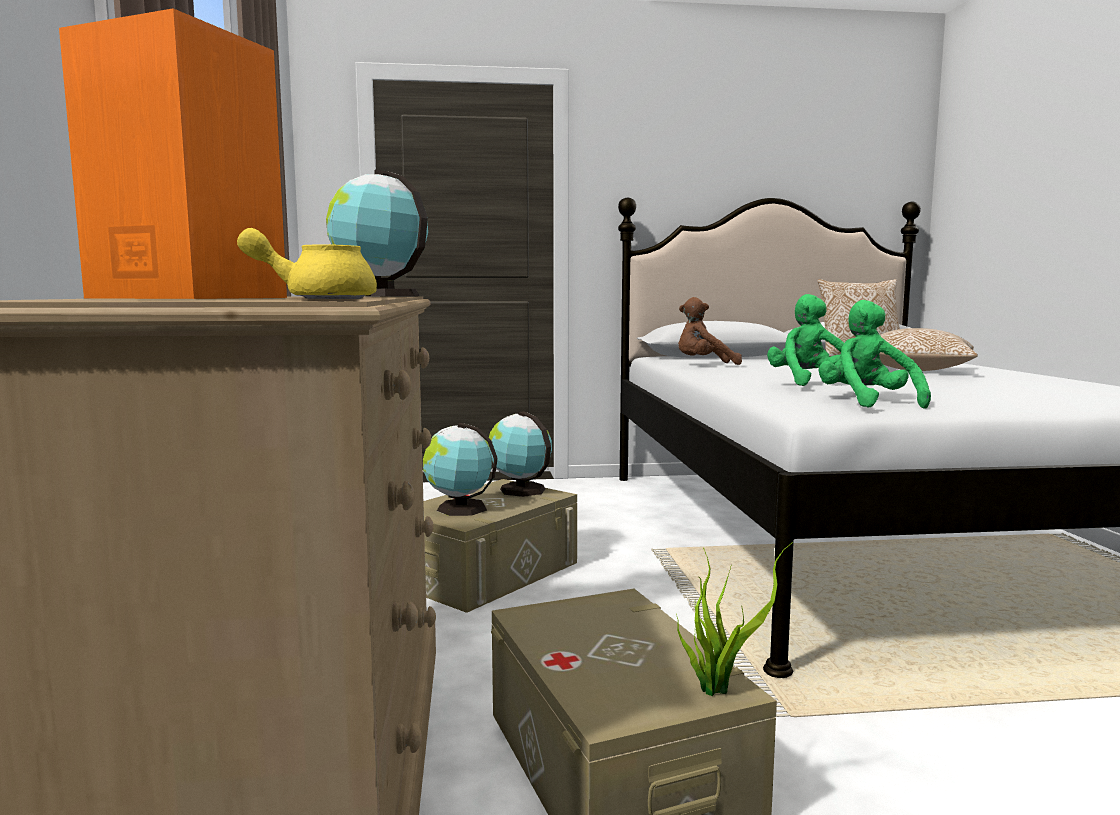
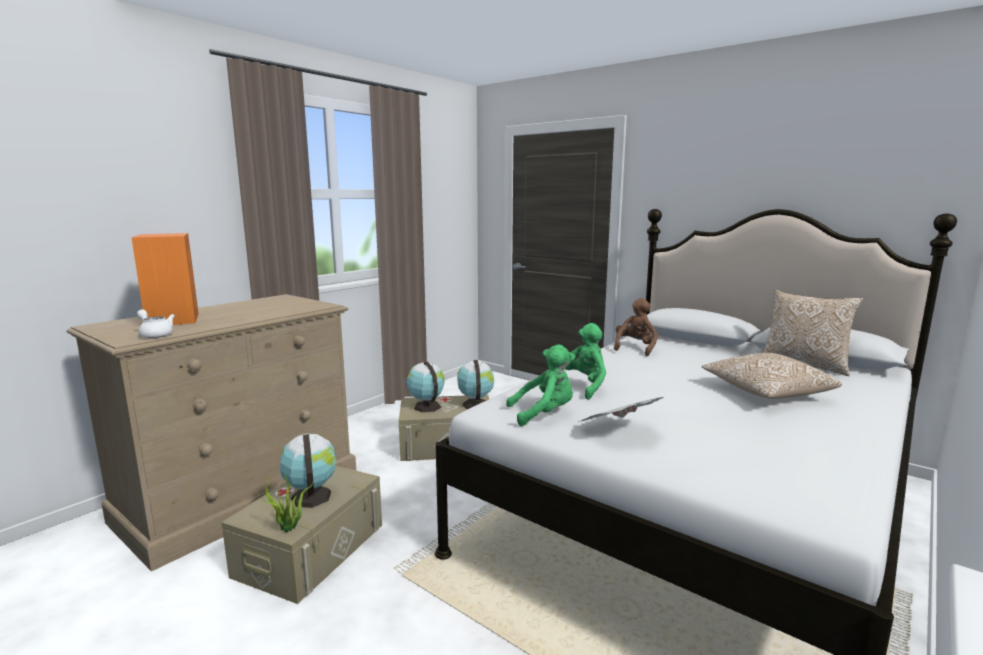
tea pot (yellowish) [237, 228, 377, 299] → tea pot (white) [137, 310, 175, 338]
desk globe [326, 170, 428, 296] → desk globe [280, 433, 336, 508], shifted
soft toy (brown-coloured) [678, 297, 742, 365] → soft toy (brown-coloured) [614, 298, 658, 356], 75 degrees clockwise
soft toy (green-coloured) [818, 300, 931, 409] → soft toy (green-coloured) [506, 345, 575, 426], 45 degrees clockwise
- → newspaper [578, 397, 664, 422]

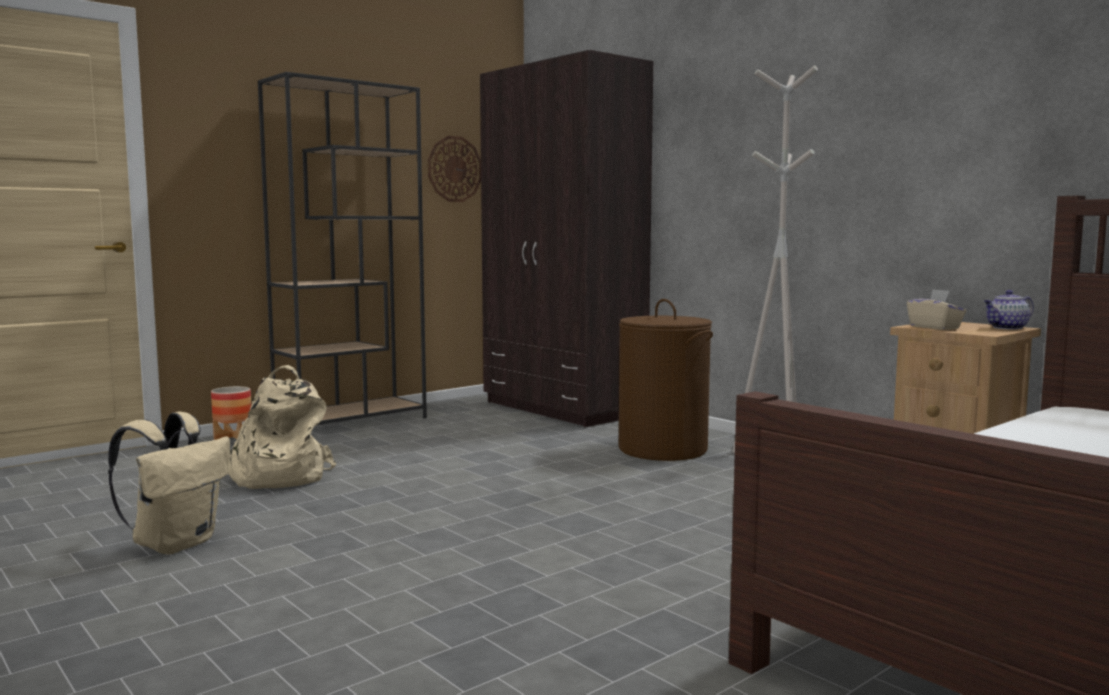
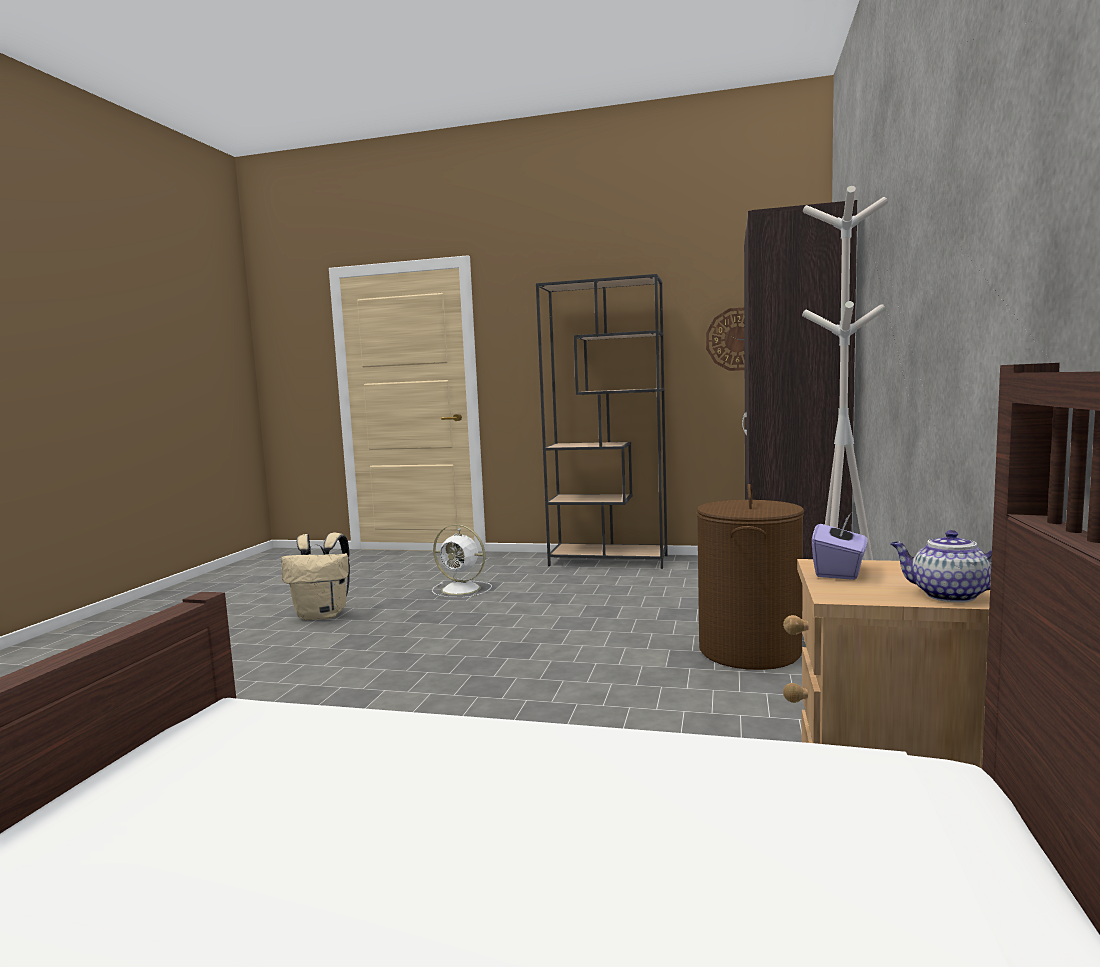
plant pot [211, 386, 251, 440] → -
backpack (beige) [227, 365, 336, 489] → electric fan (white) [432, 524, 492, 598]
tissue box (beige) [907, 289, 966, 330] → tissue box (purple) [812, 513, 867, 580]

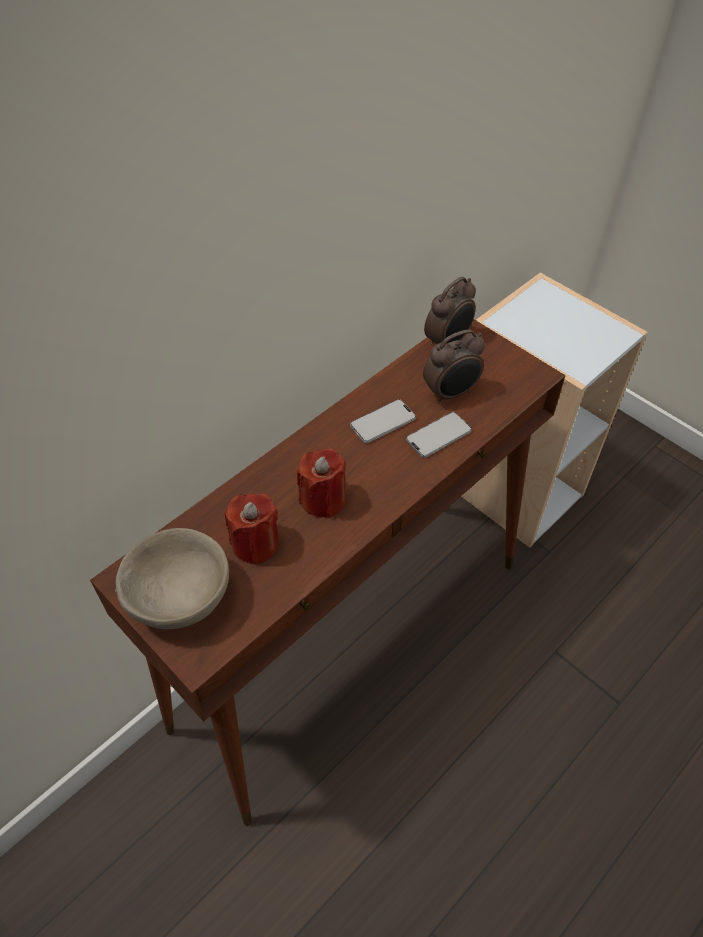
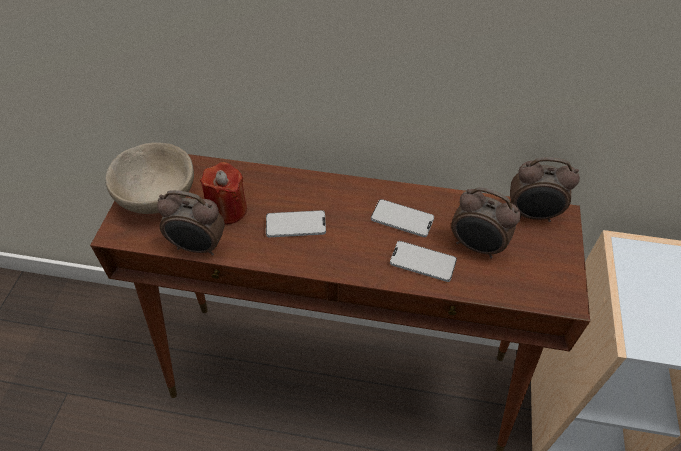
wax light (red-coloured) [297, 448, 346, 518] → telephone [266, 210, 326, 237]
- → alarm clock [157, 190, 225, 256]

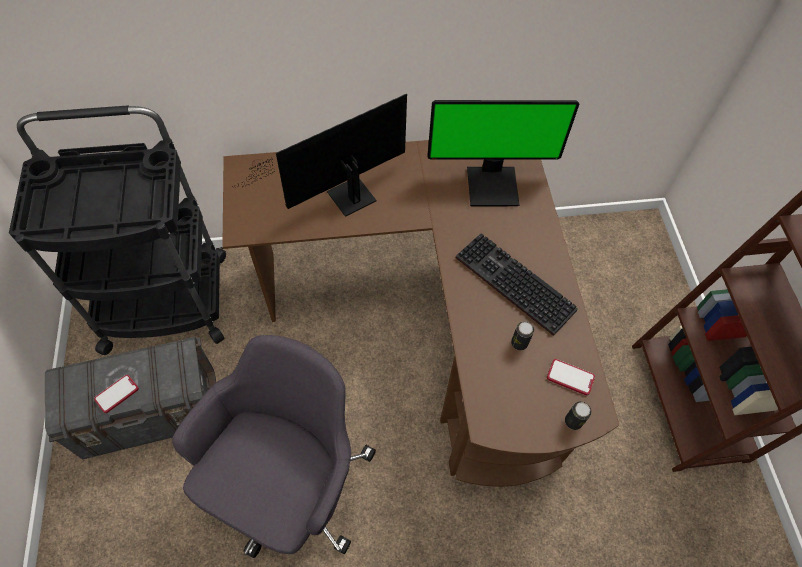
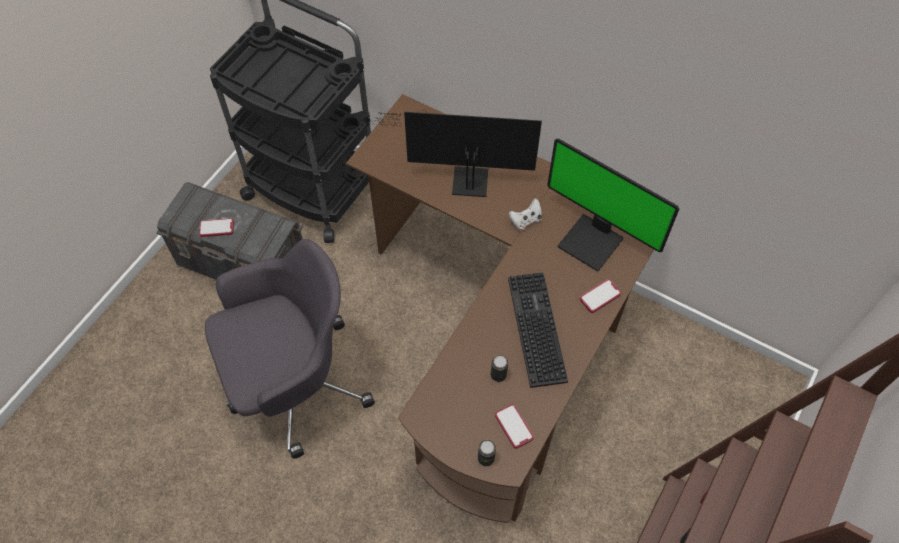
- → gamepad (white) [508, 198, 542, 231]
- → telephone [580, 279, 621, 313]

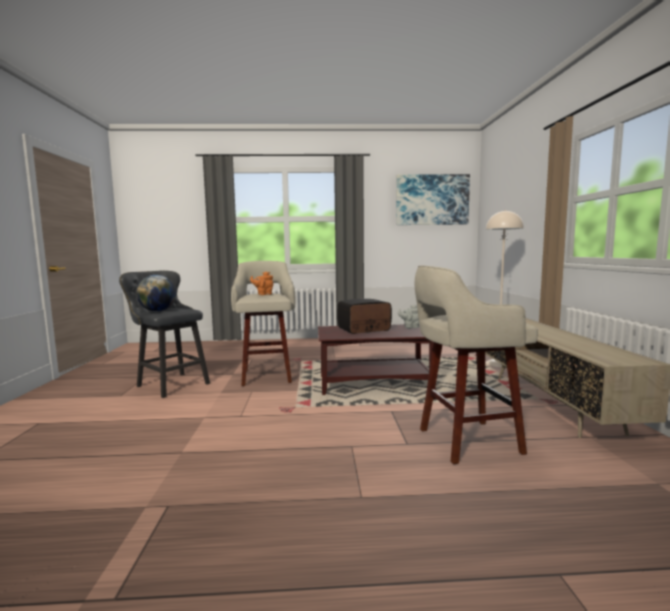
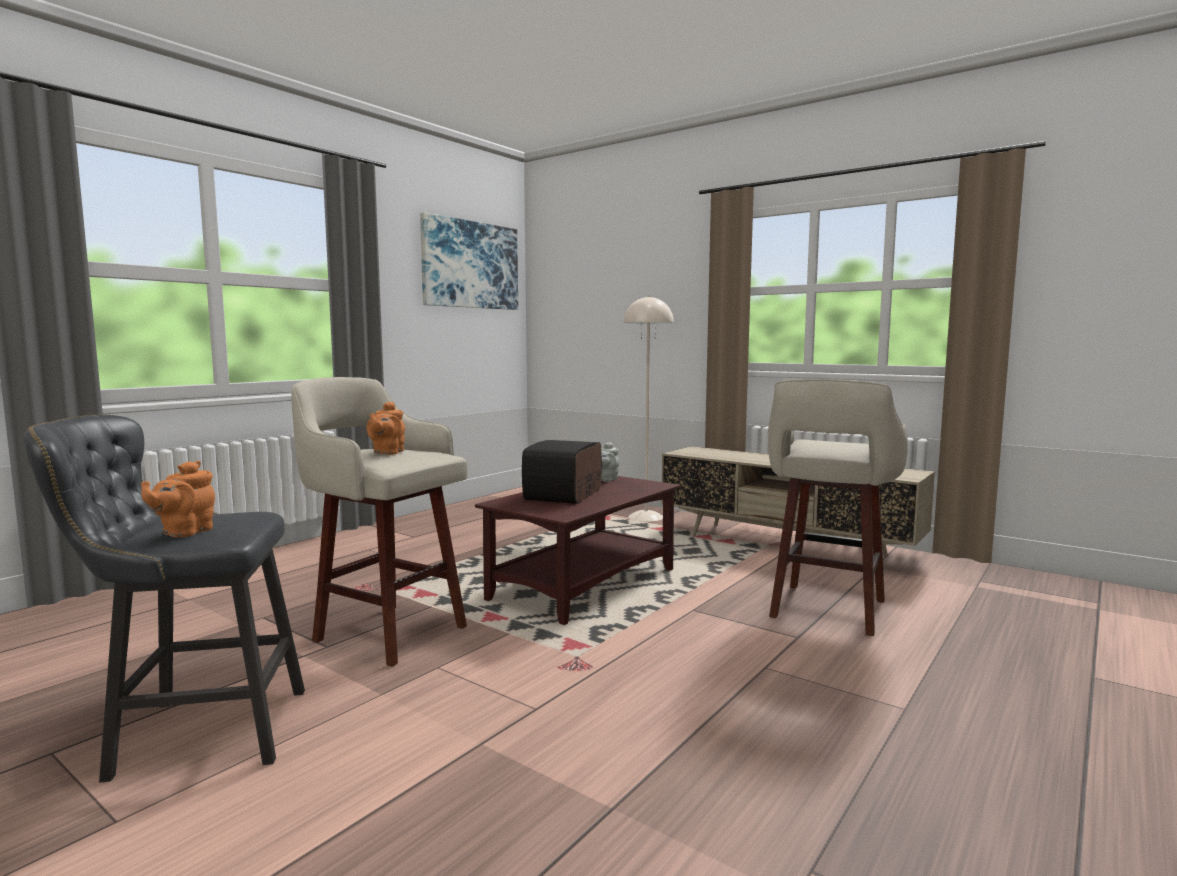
desk globe [136, 275, 176, 312] → tea pot (orange) [141, 461, 215, 538]

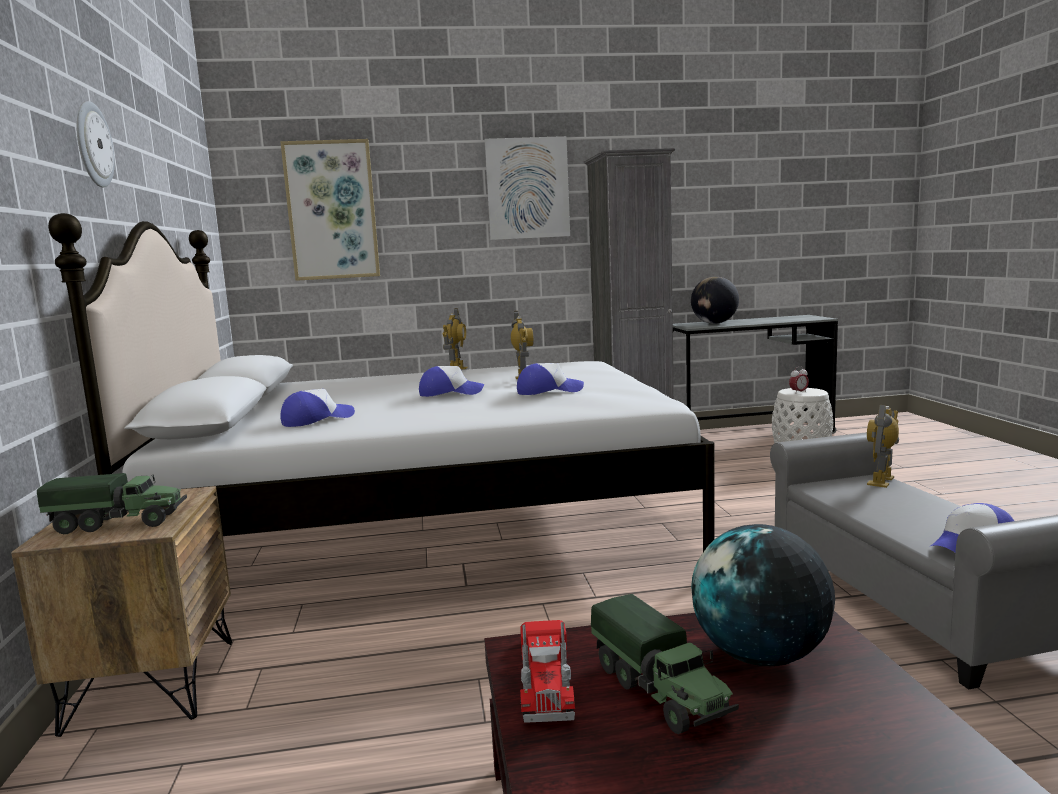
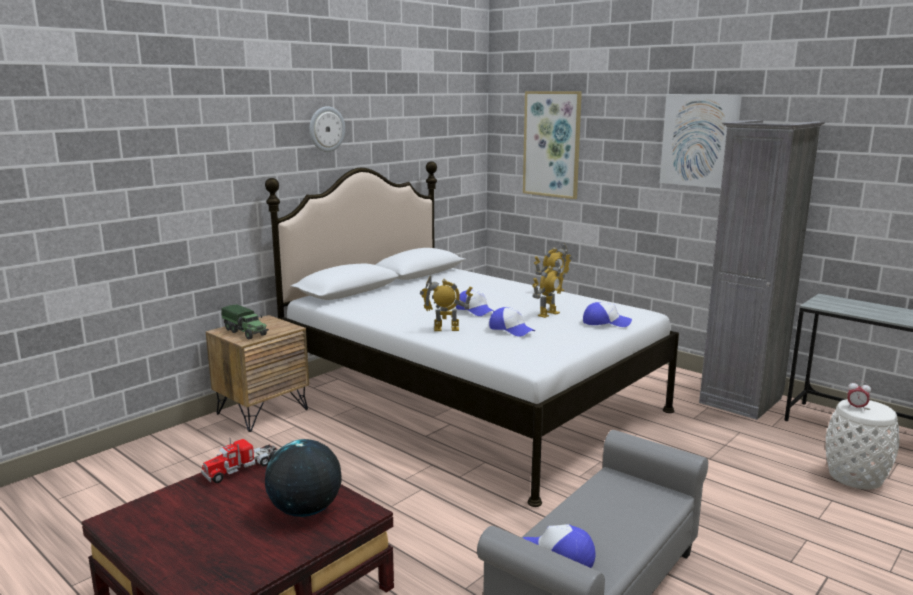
peaked cap [280, 389, 355, 427] → peaked cap [583, 302, 632, 327], shifted
toy lorry [591, 594, 739, 734] → -
desk globe [691, 276, 739, 324] → -
robot figure [867, 405, 899, 488] → robot figure [420, 276, 473, 331], shifted

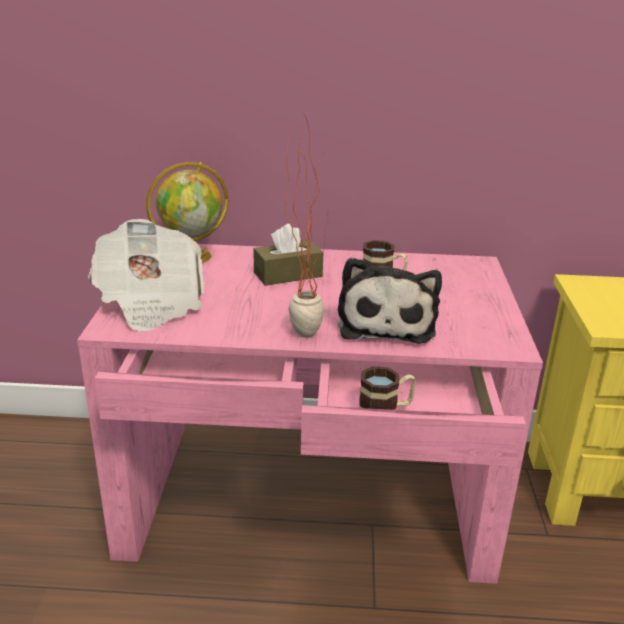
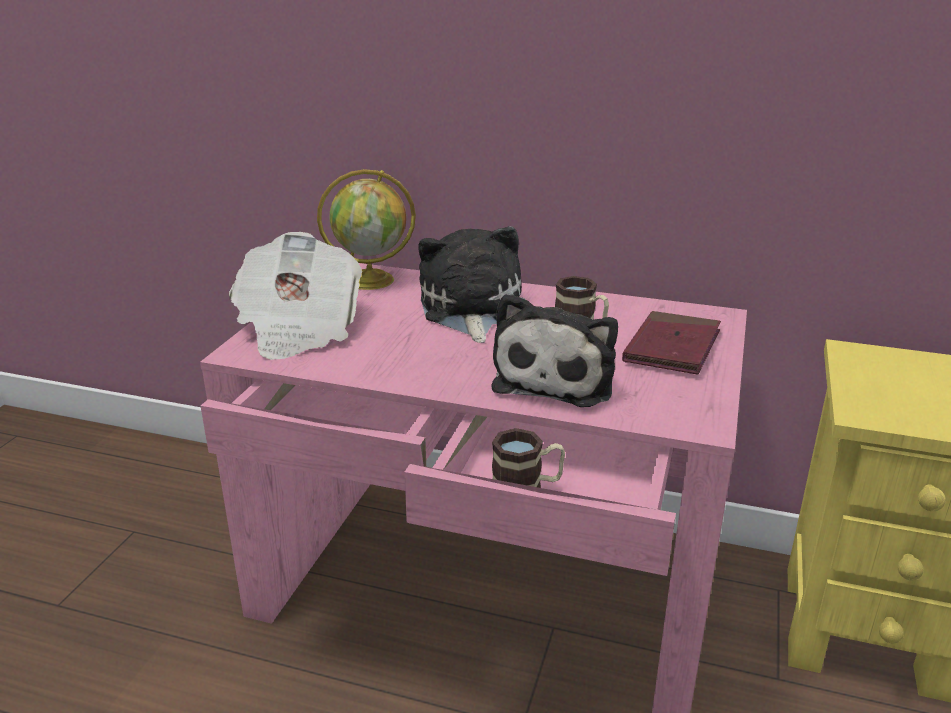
tissue box (brown-coloured) [253, 224, 323, 286] → soft toy [418, 226, 522, 343]
houseplant [285, 111, 328, 338] → -
- → book (red-coloured) [622, 311, 721, 375]

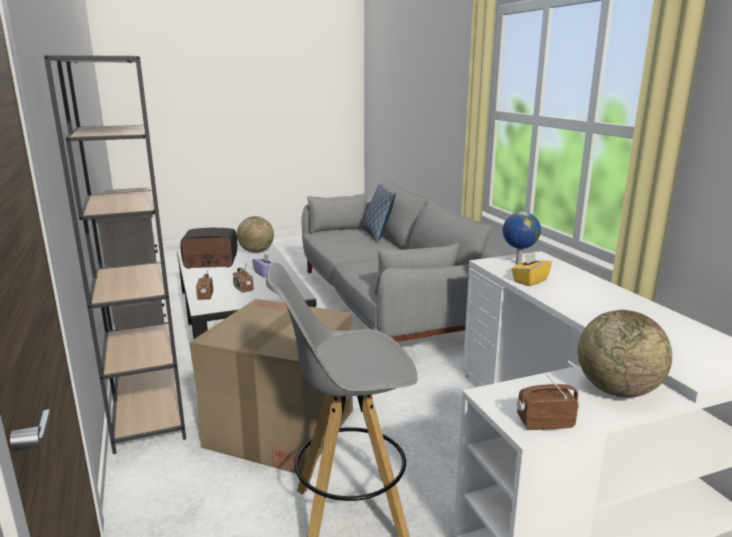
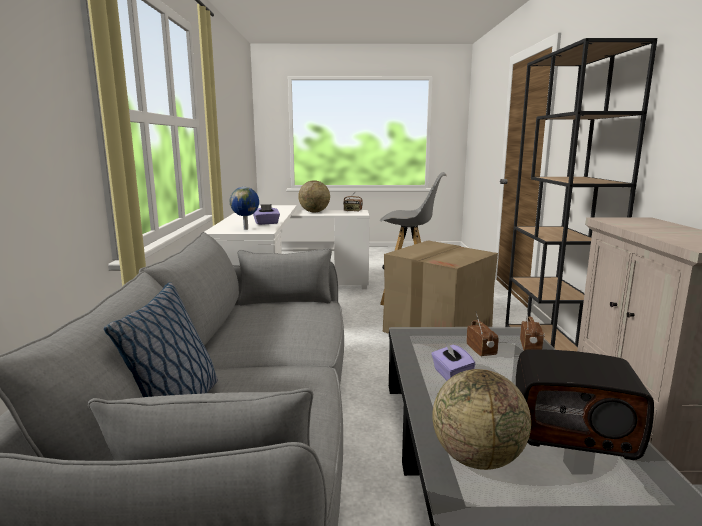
tissue box (yellowish) [512, 251, 552, 286] → tissue box (purple) [253, 204, 280, 225]

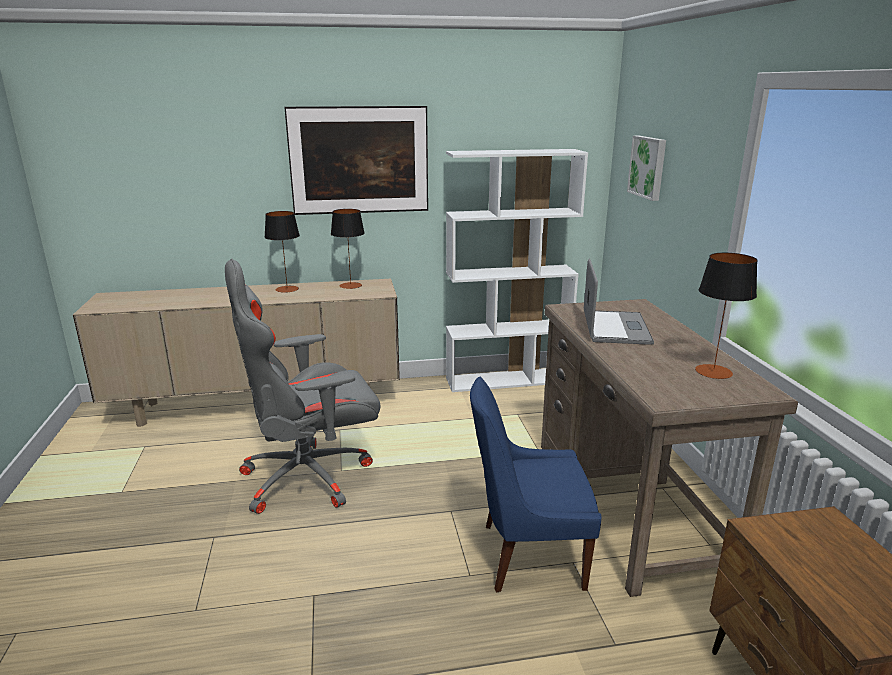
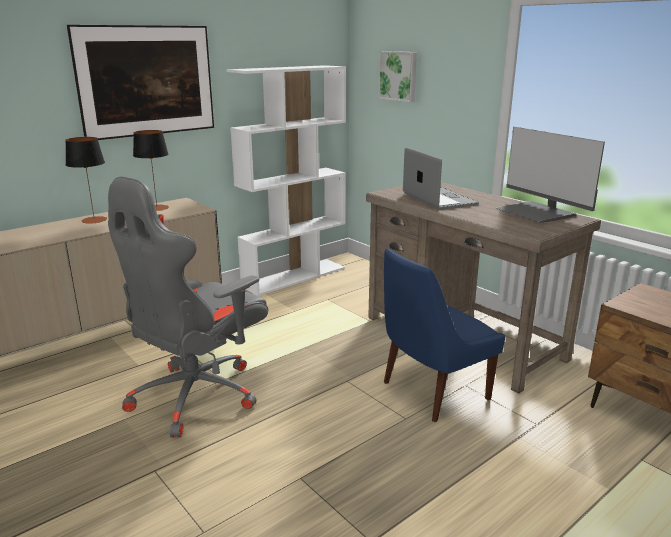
lamp for a table [695, 253, 757, 379] → monitor [495, 127, 605, 223]

